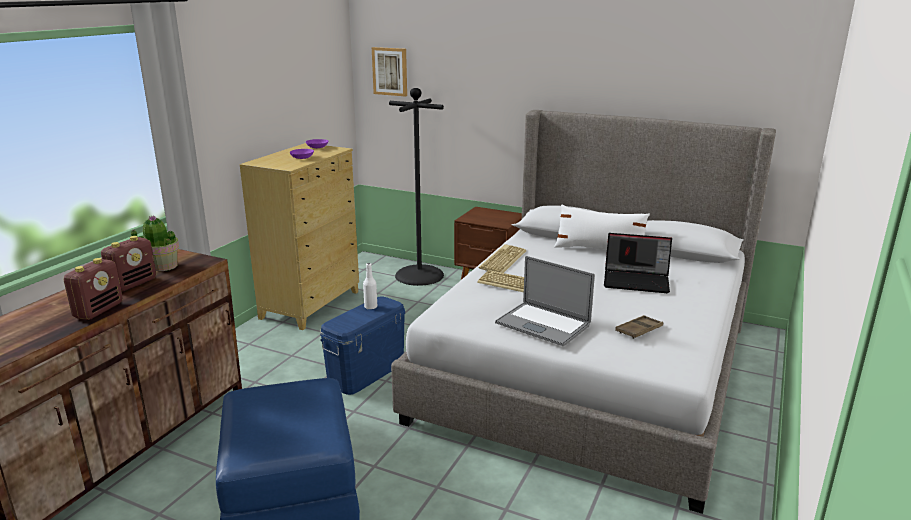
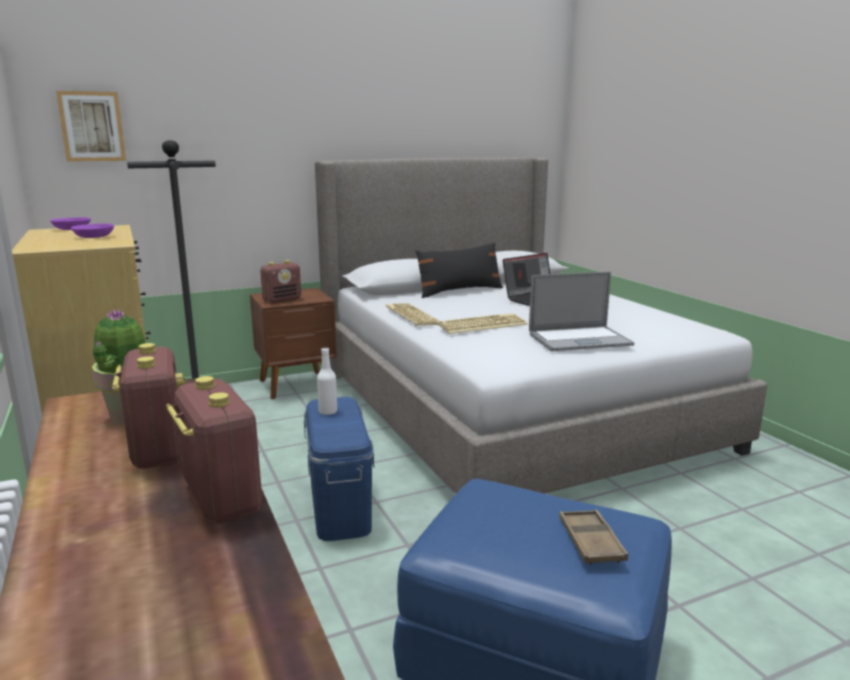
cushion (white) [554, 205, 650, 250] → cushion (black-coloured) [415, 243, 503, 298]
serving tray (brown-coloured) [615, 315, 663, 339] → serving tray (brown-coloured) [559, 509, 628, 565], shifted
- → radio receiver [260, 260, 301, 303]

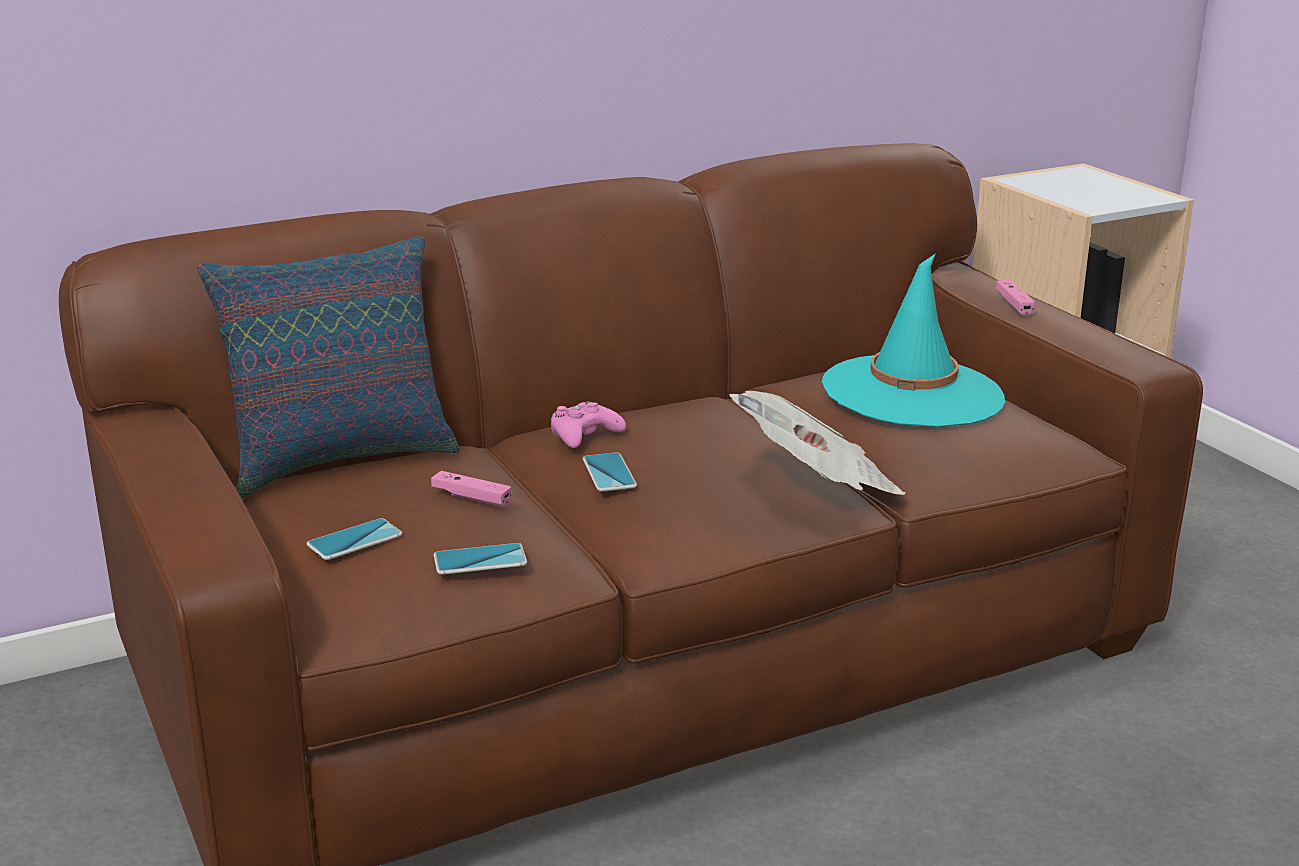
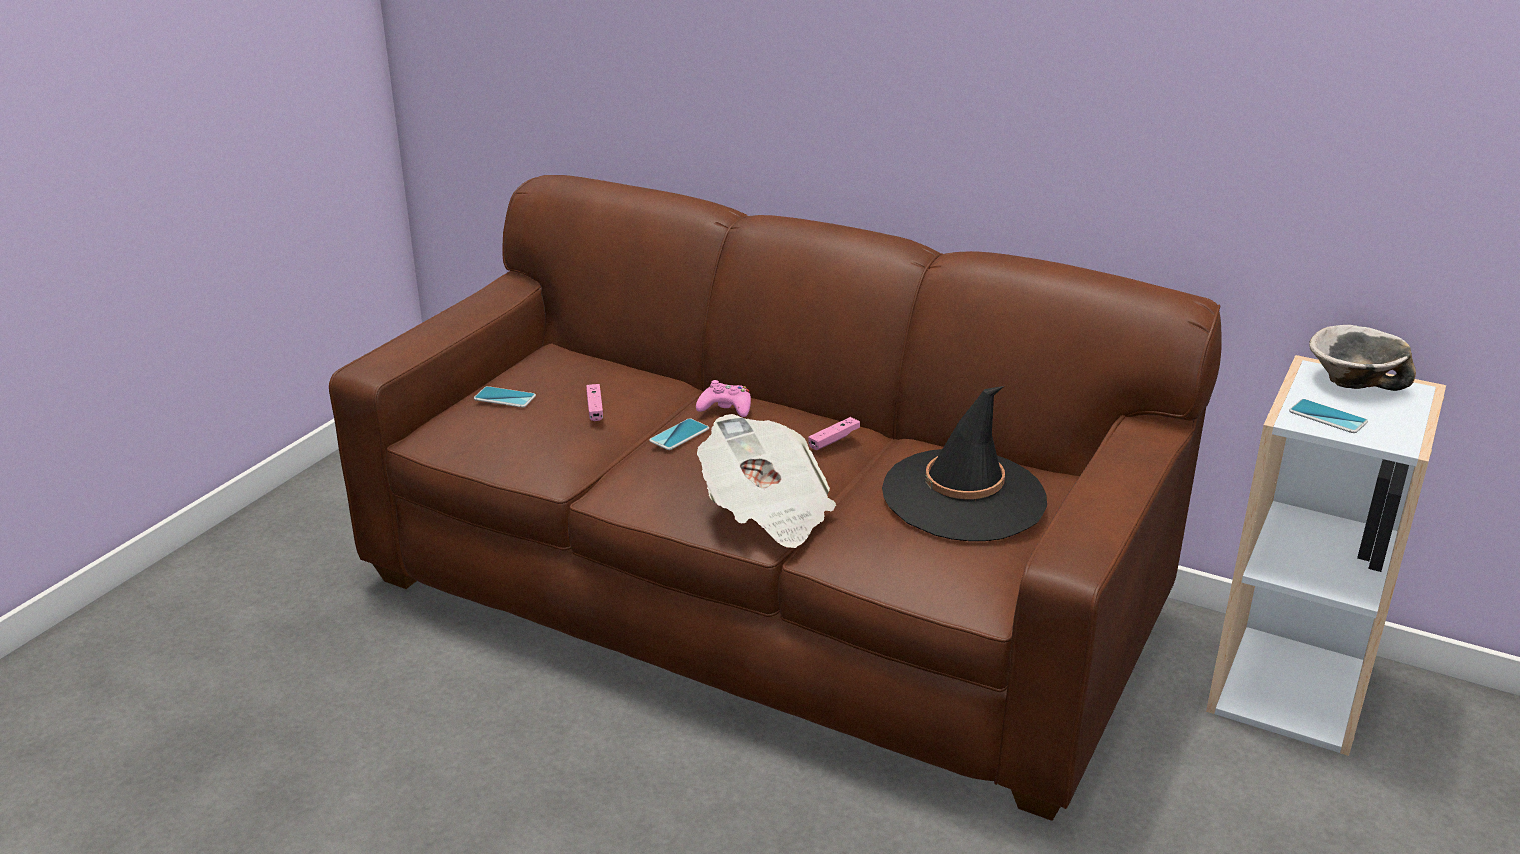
cushion (blue-coloured) [197, 237, 460, 497] → -
telephone [434, 543, 527, 575] → telephone [1289, 399, 1368, 433], shifted
hat (turquoise) [822, 253, 1005, 427] → hat (black-coloured) [882, 386, 1047, 541]
gamepad (pink-coloured) [996, 280, 1035, 316] → gamepad (pink-coloured) [808, 417, 860, 450], shifted
- → bowl [1309, 325, 1416, 391]

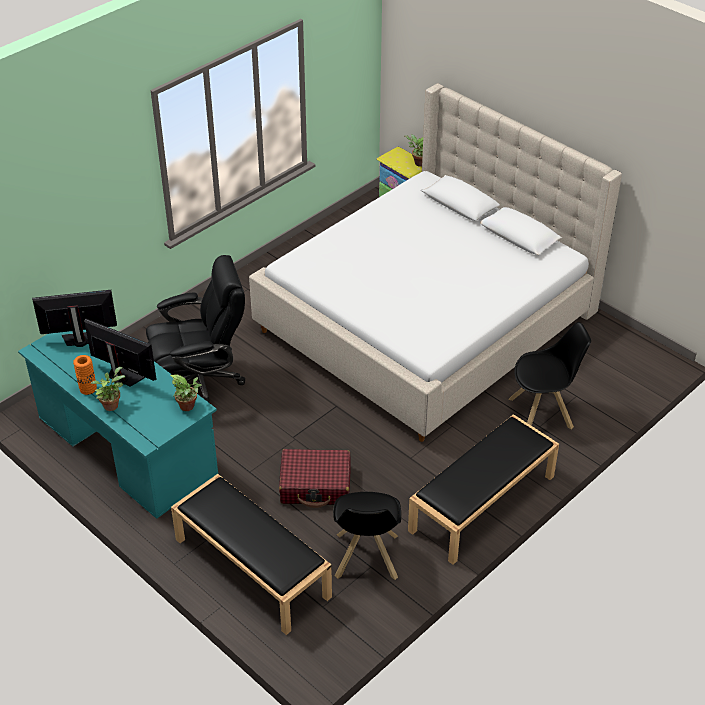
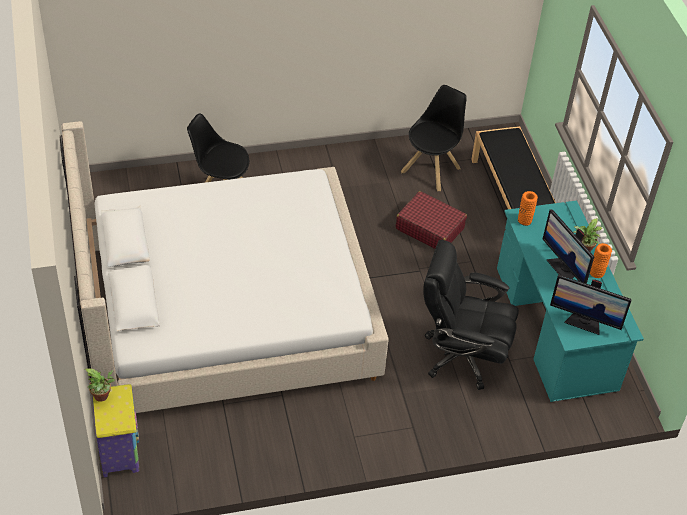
houseplant [170, 374, 202, 411] → vase (orange) [518, 191, 538, 226]
long seat (black-coloured) [408, 414, 559, 565] → -

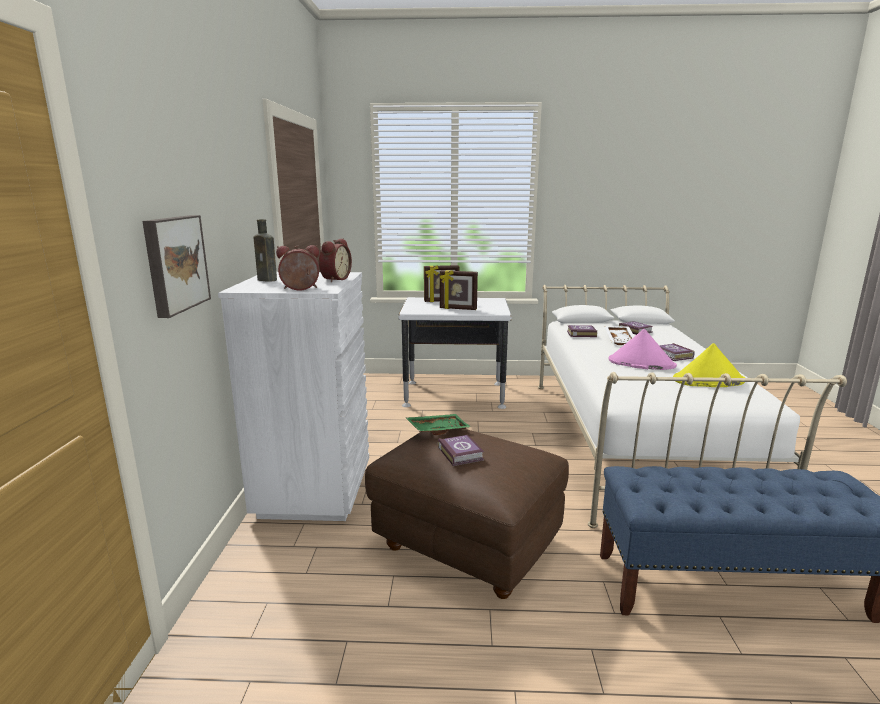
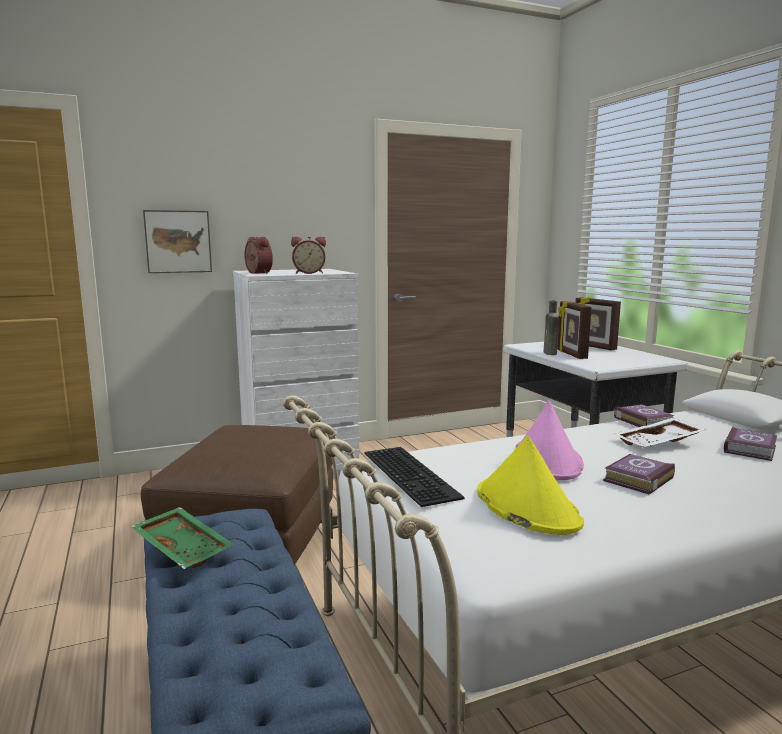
drink bottle (brown-coloured) [253, 219, 277, 282] → drink bottle (brown-coloured) [544, 300, 560, 355], shifted
serving tray (green-coloured) [405, 414, 470, 435] → serving tray (green-coloured) [131, 507, 234, 569], shifted
book [438, 435, 484, 466] → -
- → PC keyboard [364, 447, 465, 507]

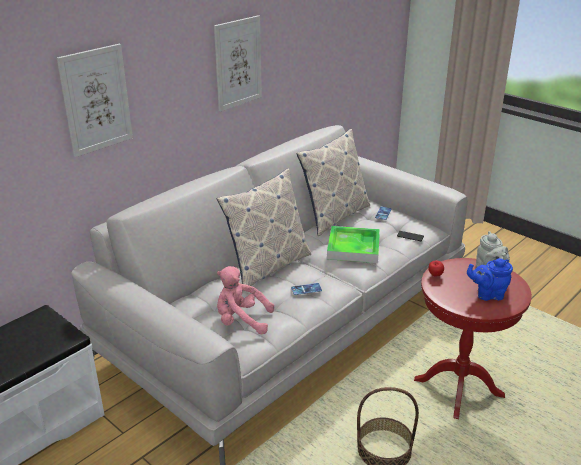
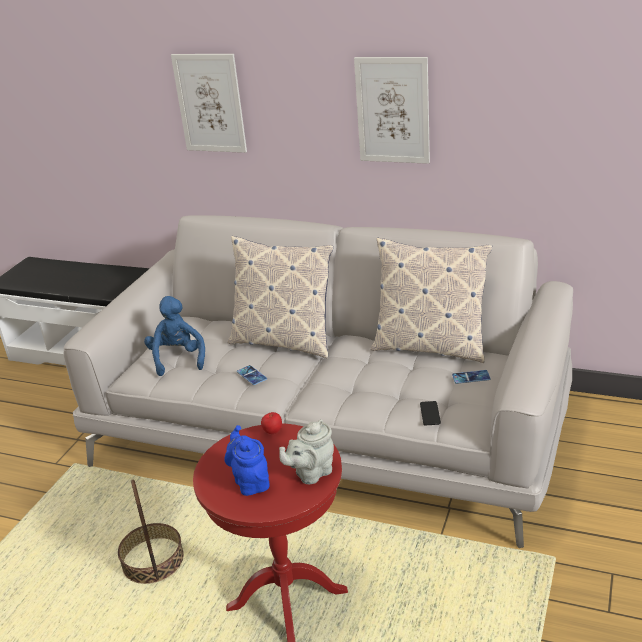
soft toy (pink-coloured) [217, 266, 274, 334] → soft toy (blue-coloured) [144, 296, 205, 376]
serving tray [327, 226, 380, 263] → -

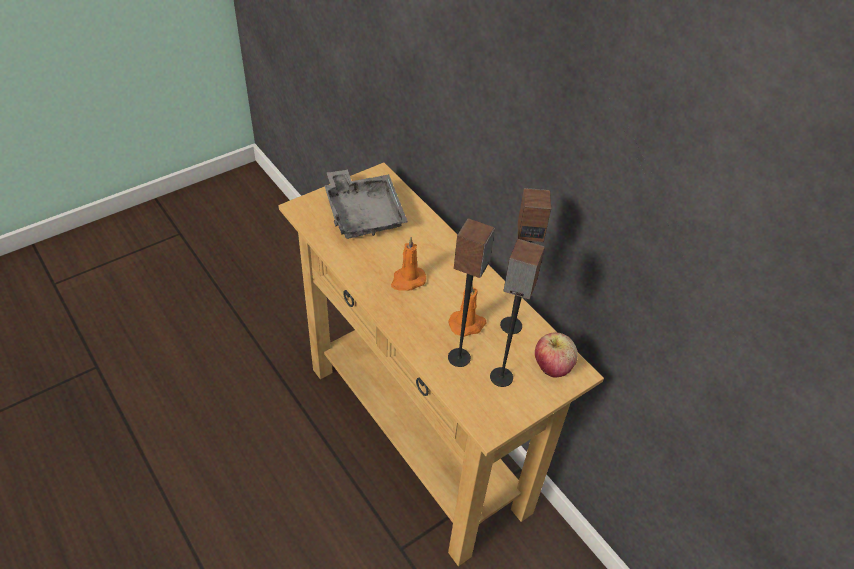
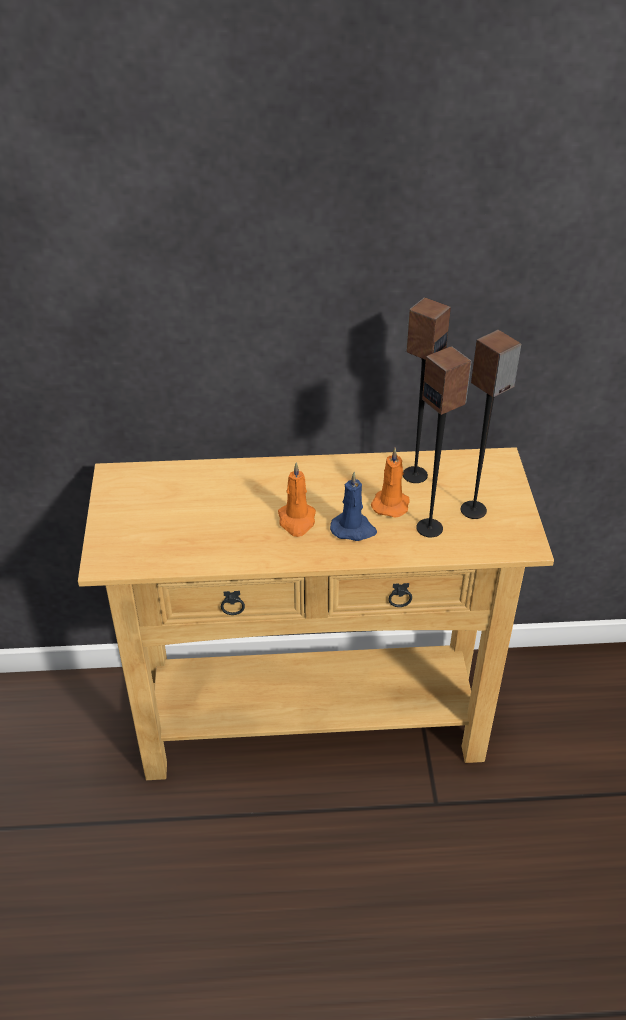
serving tray (gray) [324, 169, 408, 239] → -
apple [535, 333, 578, 378] → -
- → wax light (blue-coloured) [330, 472, 377, 541]

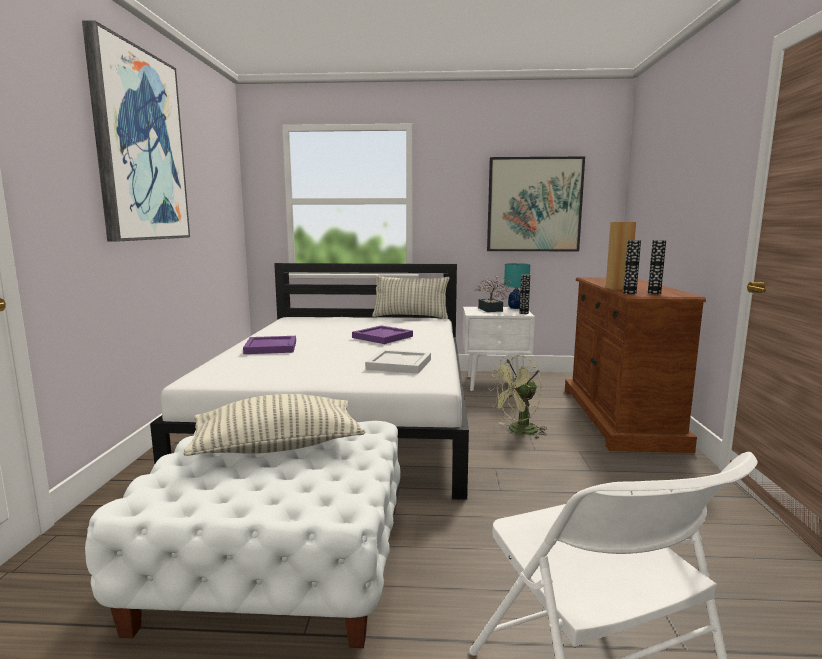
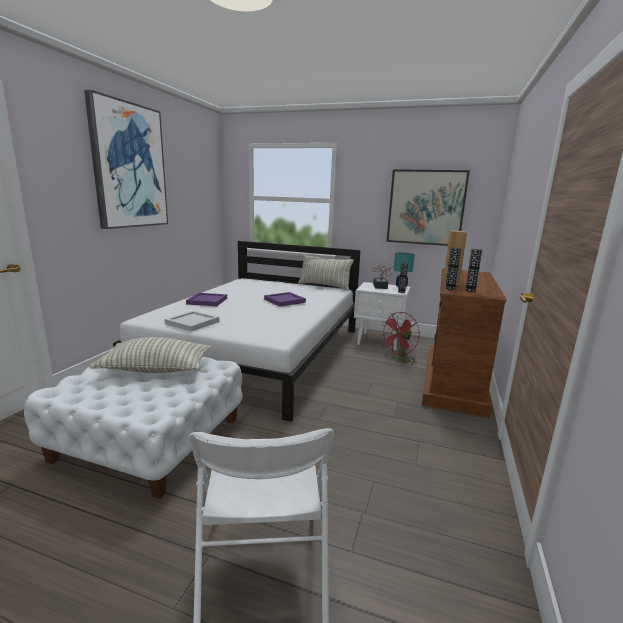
serving tray (white) [365, 349, 431, 374] → serving tray (white) [165, 311, 219, 332], shifted
electric fan (green-coloured) [489, 355, 547, 438] → -
- → electric fan (red-coloured) [382, 312, 419, 365]

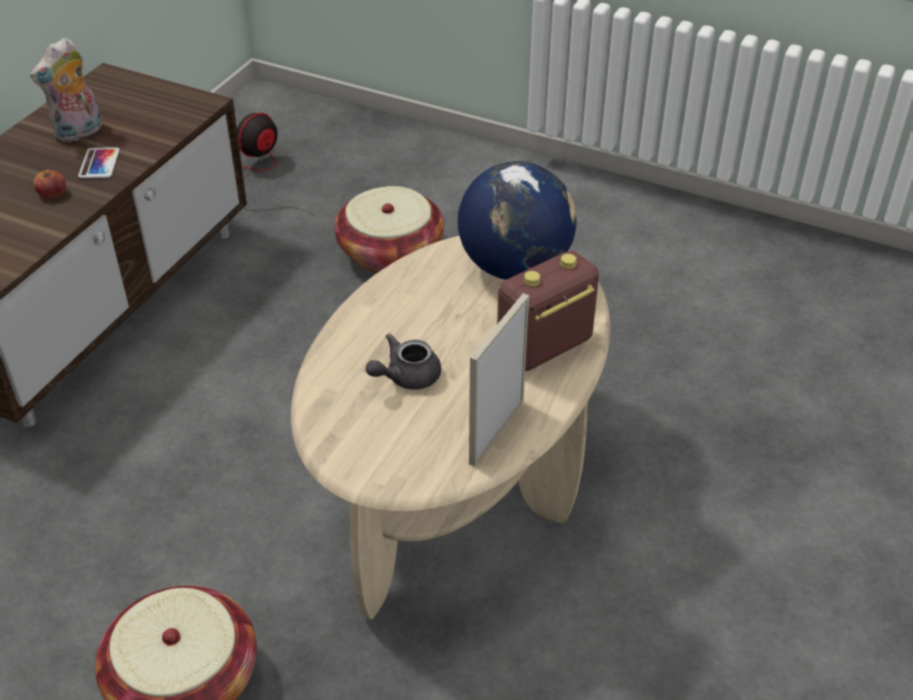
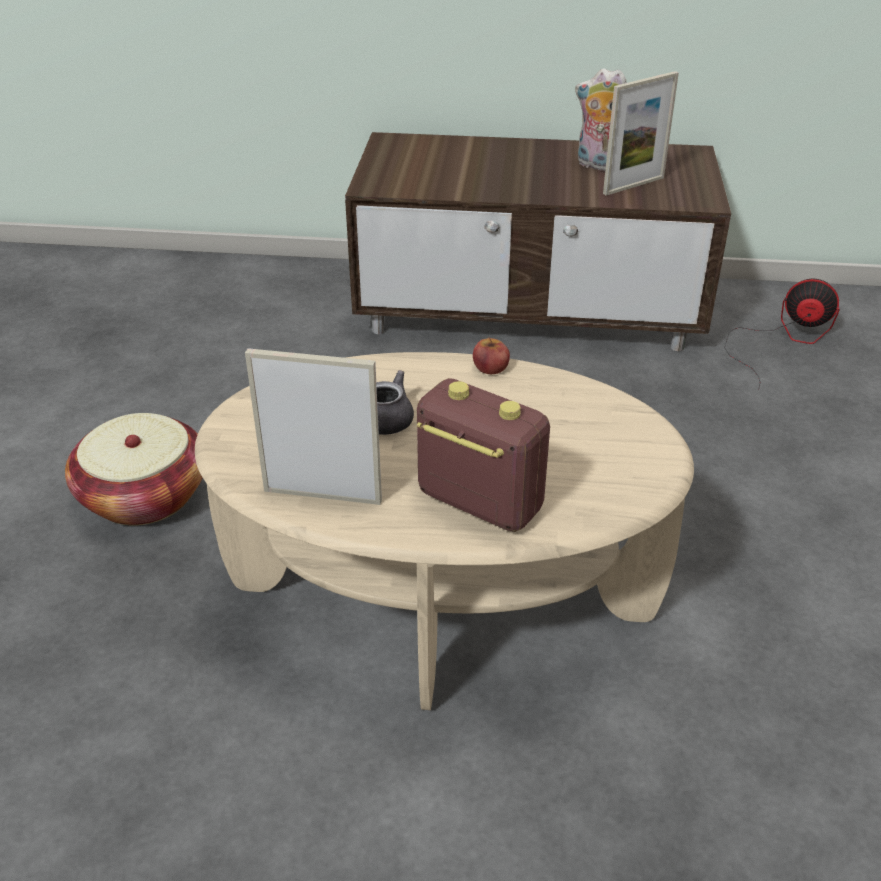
apple [34, 170, 66, 199] → apple [473, 337, 510, 374], shifted
telephone [78, 147, 120, 178] → -
basket [334, 186, 444, 273] → -
desk globe [458, 161, 577, 280] → -
- → photo frame [603, 71, 679, 196]

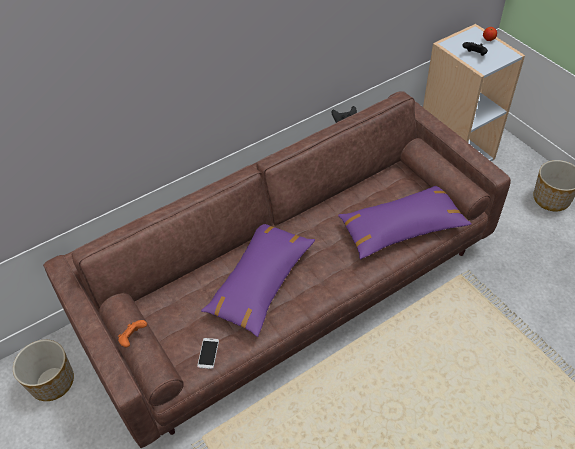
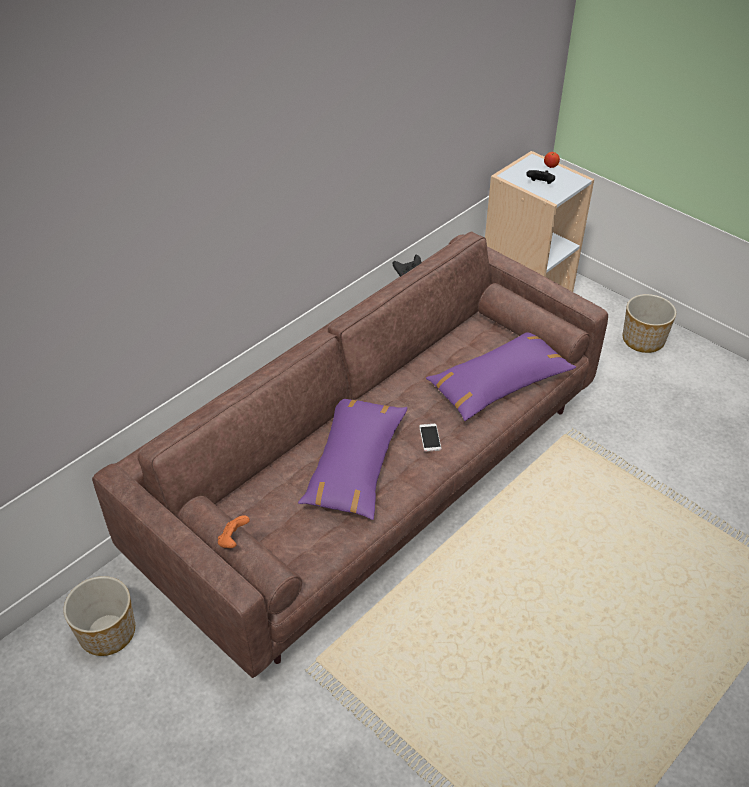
telephone [197, 338, 219, 369] → telephone [419, 424, 441, 452], shifted

